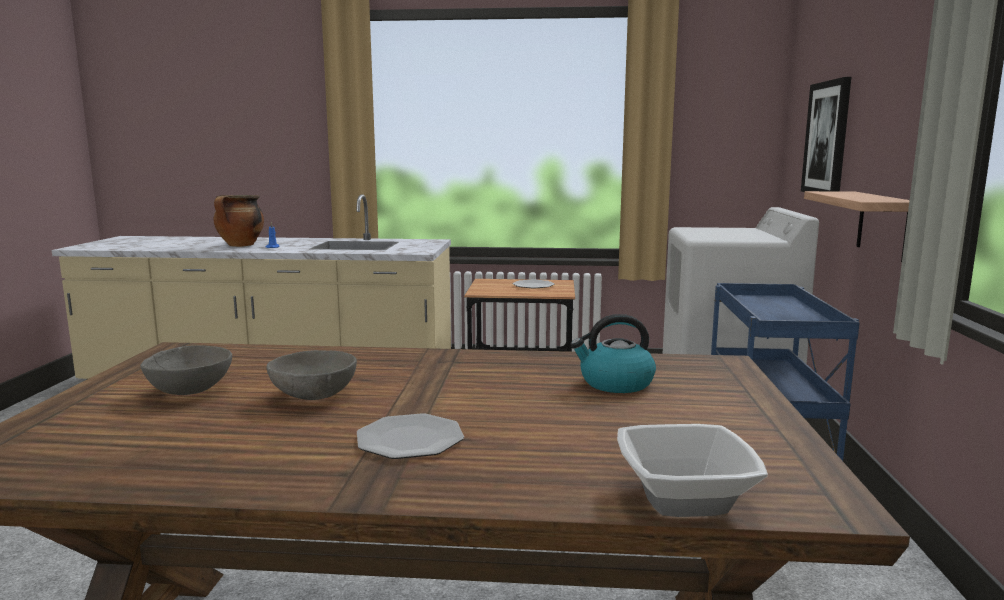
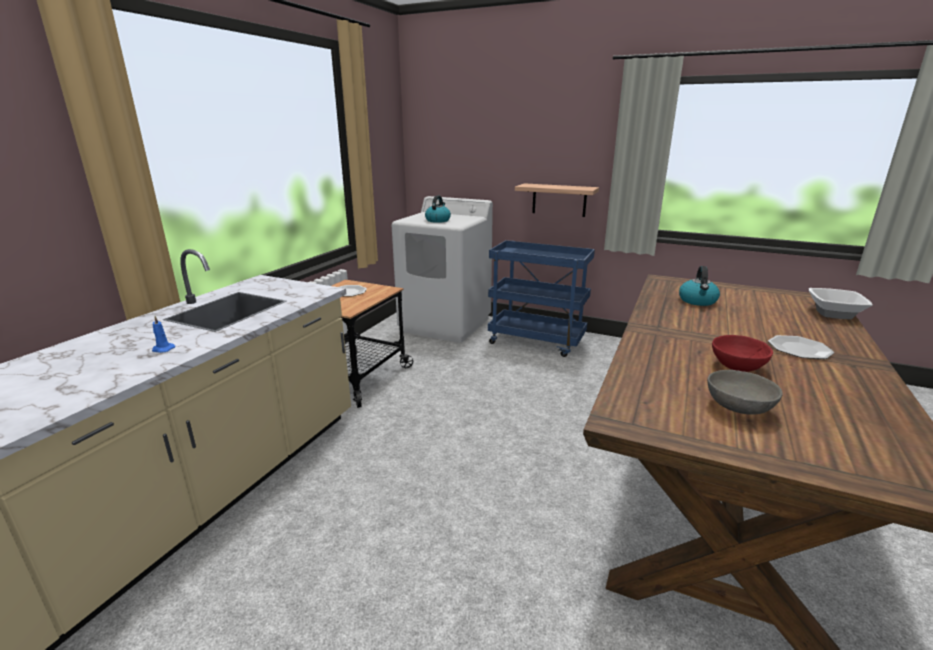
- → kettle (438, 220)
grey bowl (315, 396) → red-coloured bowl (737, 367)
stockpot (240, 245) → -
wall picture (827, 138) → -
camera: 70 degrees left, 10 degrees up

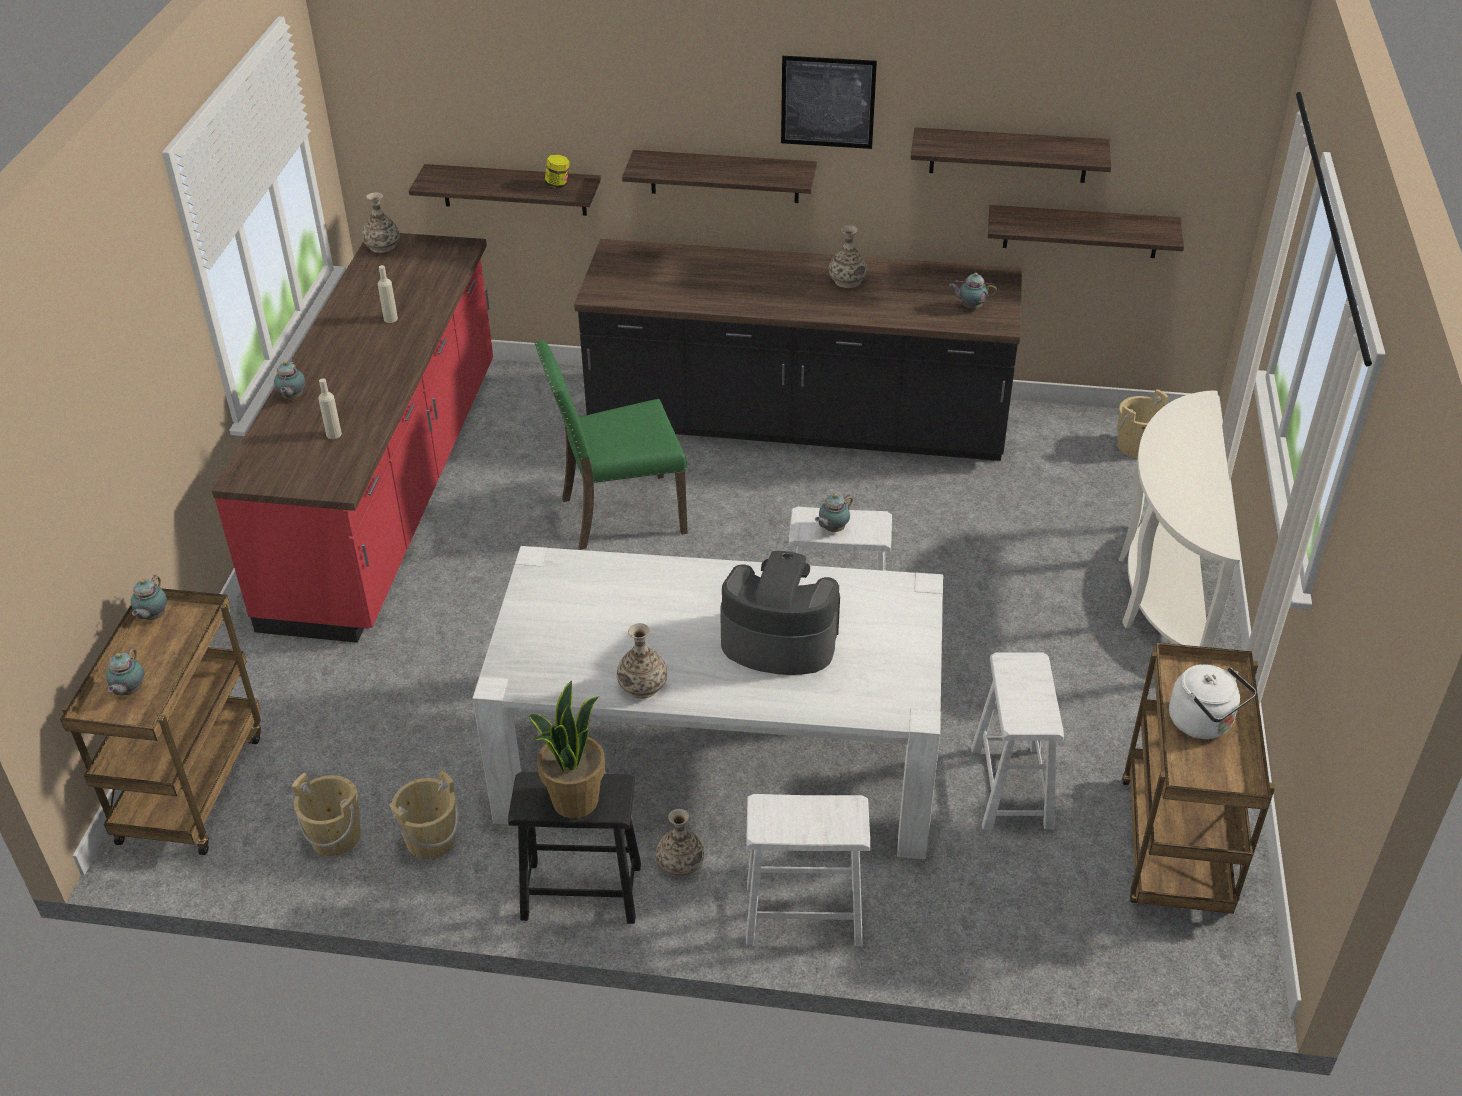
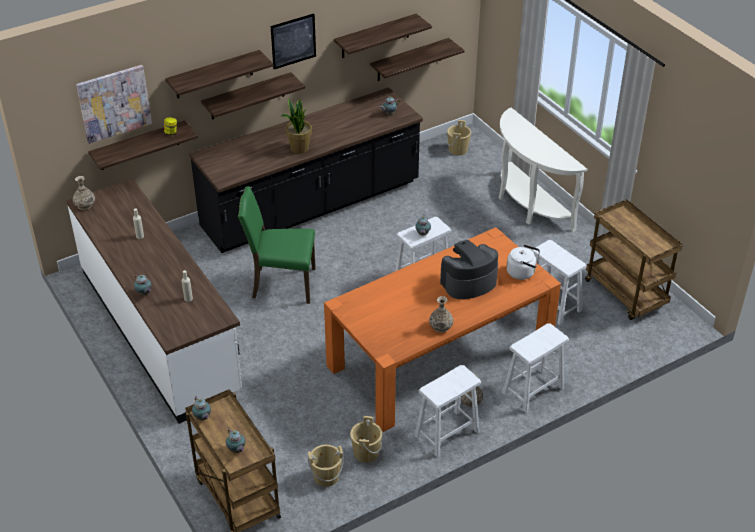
red-coloured counter (389, 491) → whitish counter (160, 330)
- → wall picture (114, 103)
- → bracket shelf (214, 74)
greenish upright chair (619, 514) → greenish upright chair (282, 284), 60 degrees clockwise
potted plant (574, 800) → potted plant (299, 148), moved
whitish dining table (719, 759) → orange-coloured dining table (440, 356)
blackish stool seat (581, 891) → whitish stool seat (447, 433)
whitish kettle (1204, 723) → whitish kettle (522, 272), moved
vase (847, 281) → -
camera: 40 degrees left, 0 degrees up

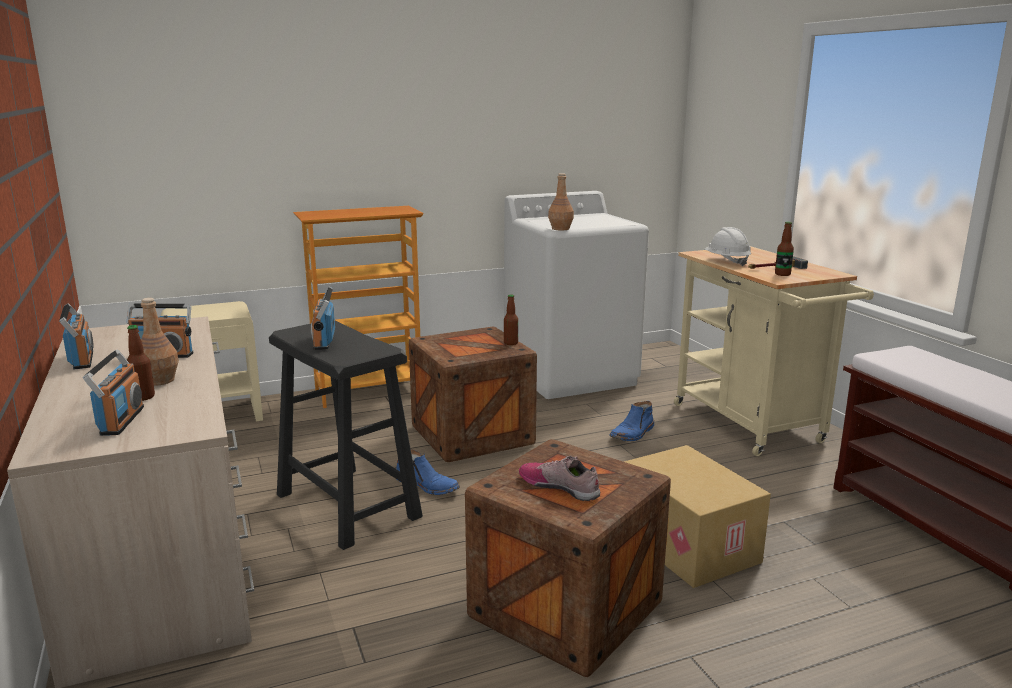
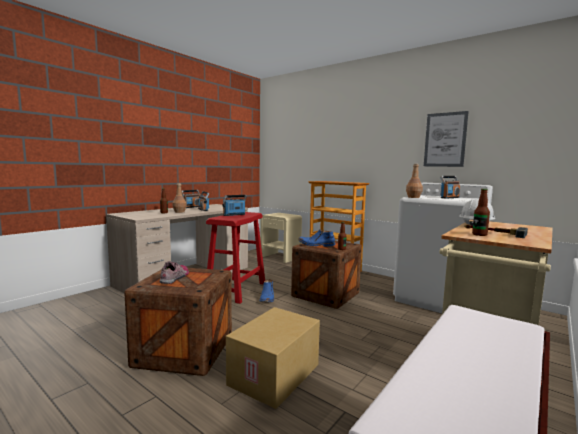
blackish stool seat (348, 506) → red-coloured stool seat (236, 290)
blue-coloured tall boot (633, 434) → blue-coloured tall boot (316, 245), moved
- → wall picture (445, 139)
radio set (121, 421) → radio set (449, 197), moved
camera: 60 degrees right, 10 degrees down

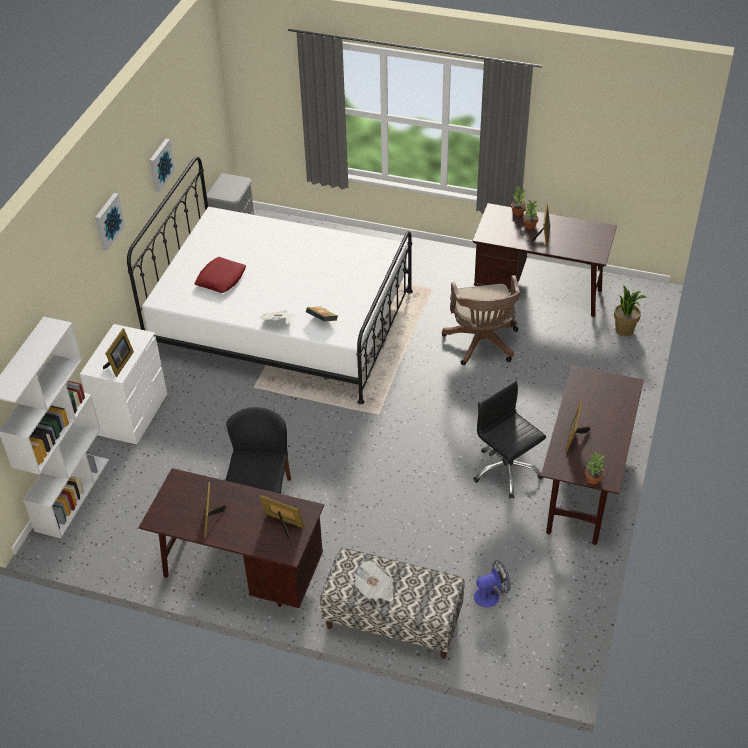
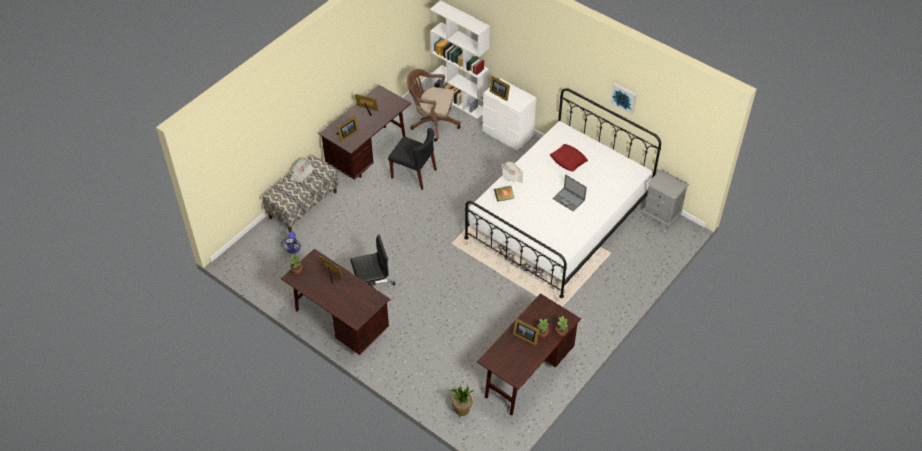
brownish office chair (482, 344) → brownish office chair (432, 123), moved
- → portable computer (569, 199)
wall picture (108, 221) → -
camera: 110 degrees right, 5 degrees up

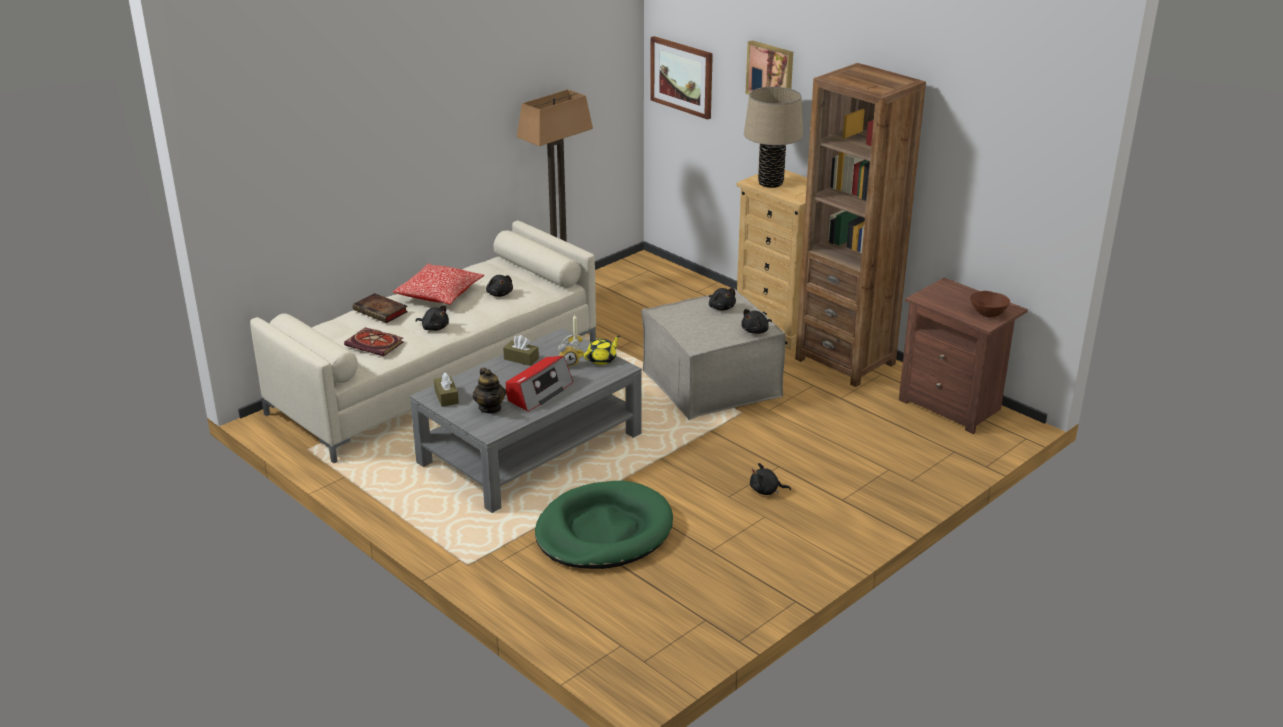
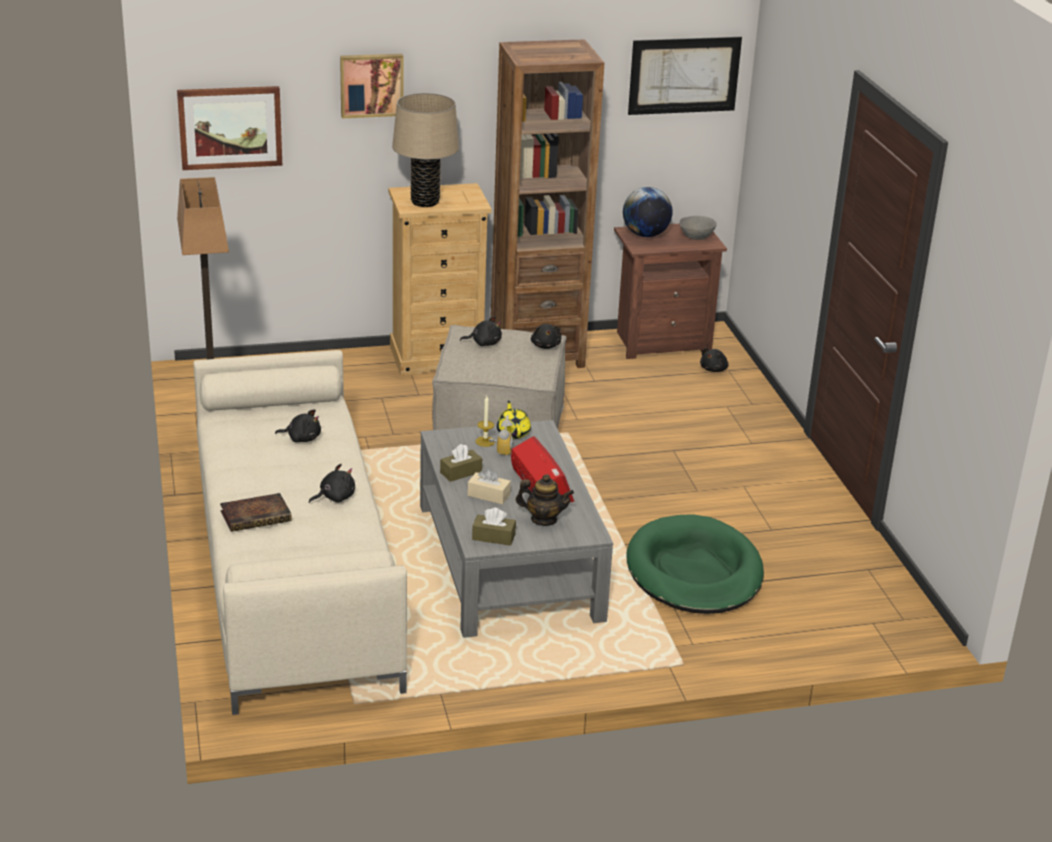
- → beige-coloured box of tissues (488, 495)
- → globe (645, 235)
- → wall picture (684, 75)
brownish bowl (988, 313) → grey bowl (696, 236)
blackish soft toy (766, 491) → blackish soft toy (714, 369), moved
bound book (376, 344) → -
throw pillow (439, 294) → -
camera: 60 degrees left, 0 degrees up

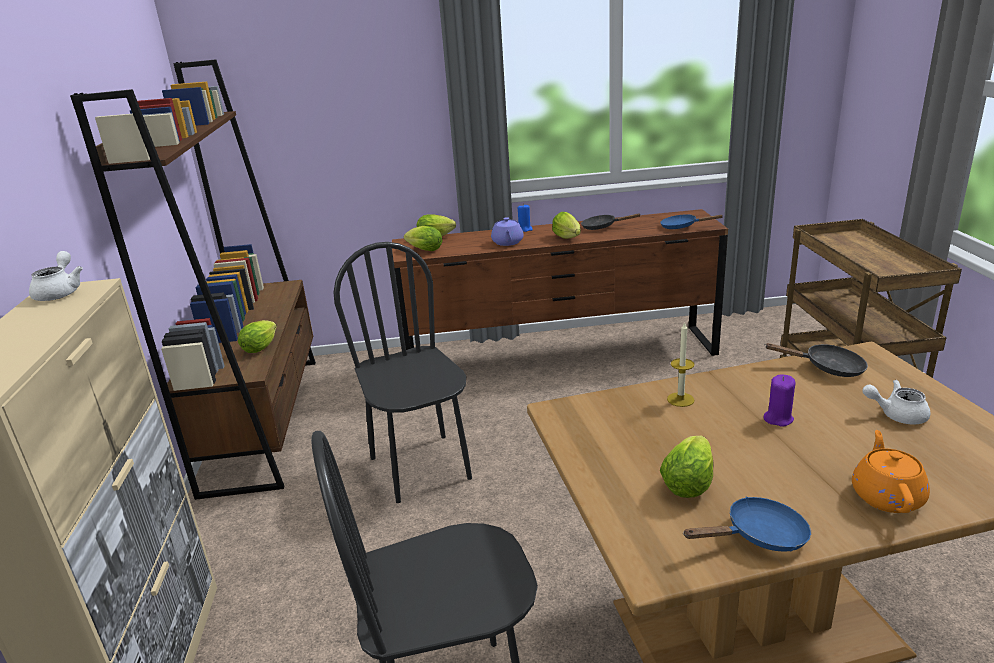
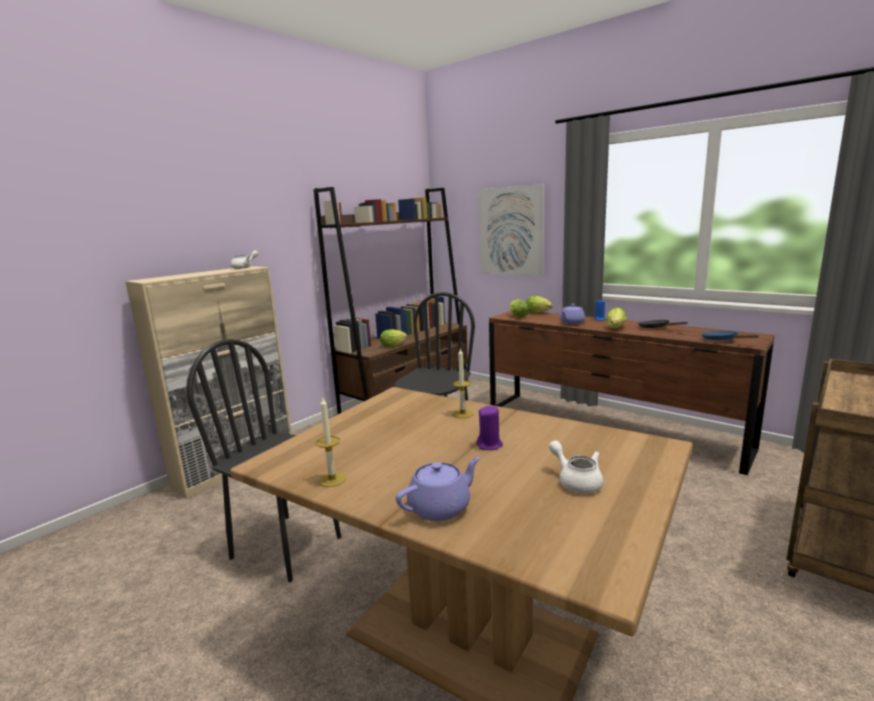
blue-coloured frying pan (759, 536) → candle (332, 479)
orange-coloured tea pot (886, 496) → purplish tea pot (441, 507)
- → wall picture (511, 231)
lettuce (689, 481) → -
blackish frying pan (827, 368) → -
camera: 45 degrees right, 10 degrees down

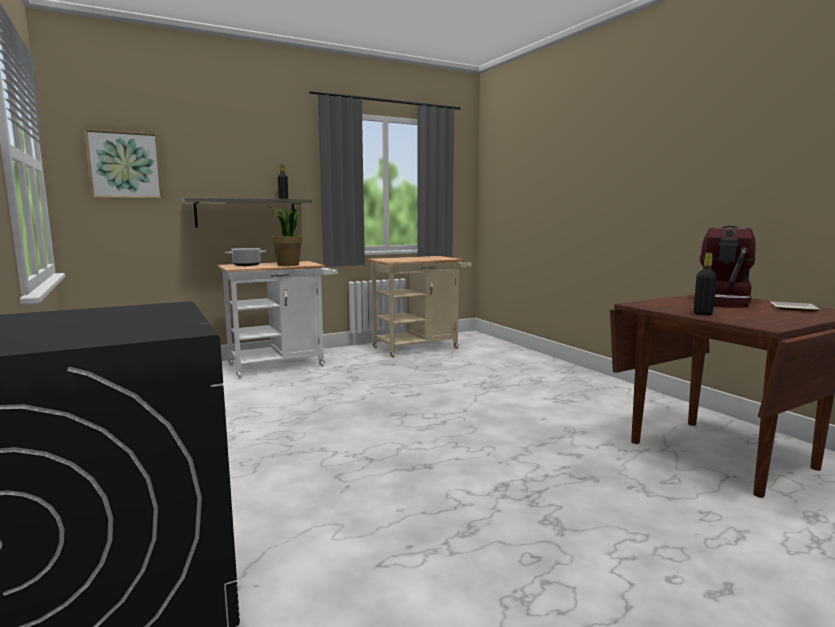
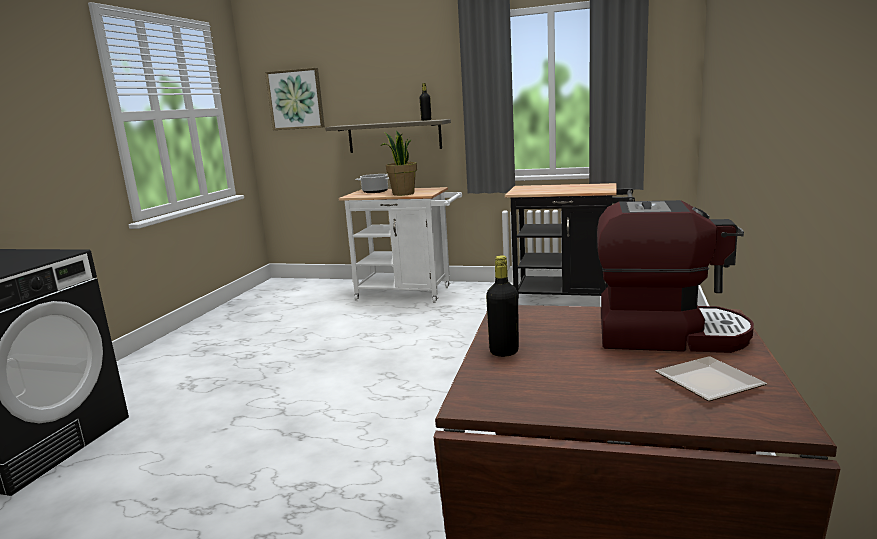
beige-coloured wheeled cart (420, 347) → blackish wheeled cart (570, 299)
coffee maker (723, 301) → coffee maker (667, 334), 150 degrees counterclockwise
camera: 45 degrees right, 5 degrees up

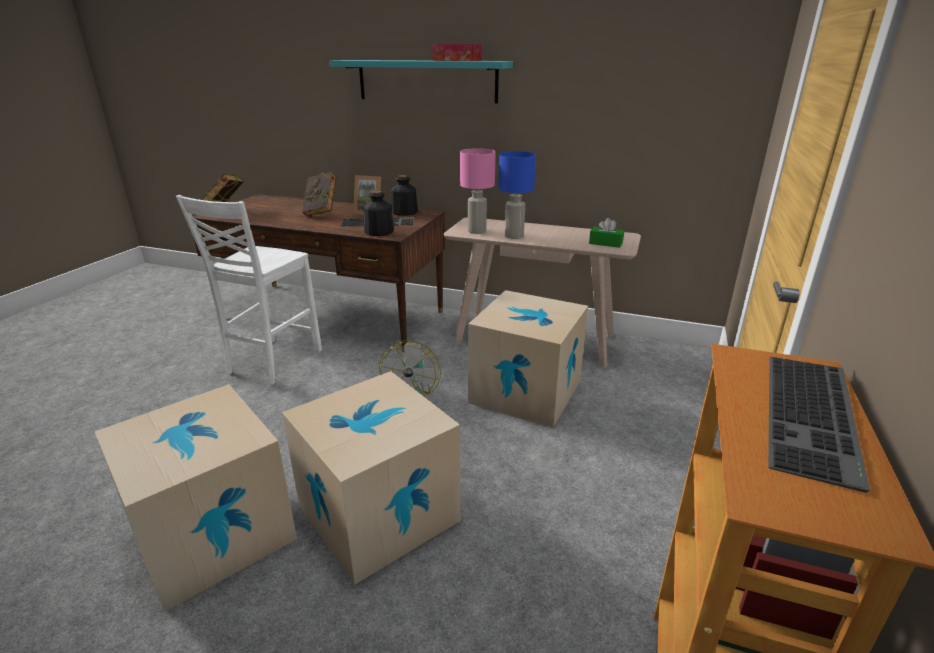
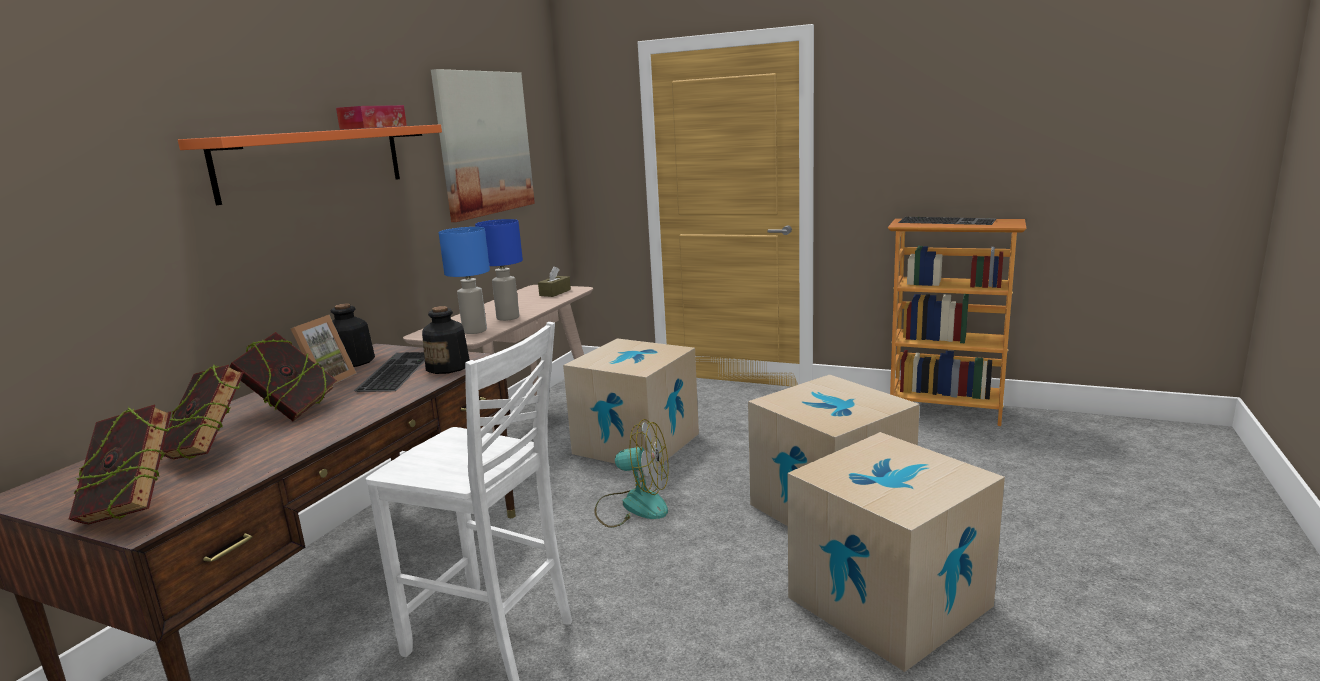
- → bound book (210, 452)
turquoise bracket shelf (426, 81) → orange-coloured bracket shelf (313, 161)
- → wall picture (484, 143)
pinkish tabletop lamp (477, 231) → blue-coloured tabletop lamp (475, 331)
greenish box of tissues (605, 243) → brownish box of tissues (555, 292)
camera: 85 degrees left, 10 degrees down

